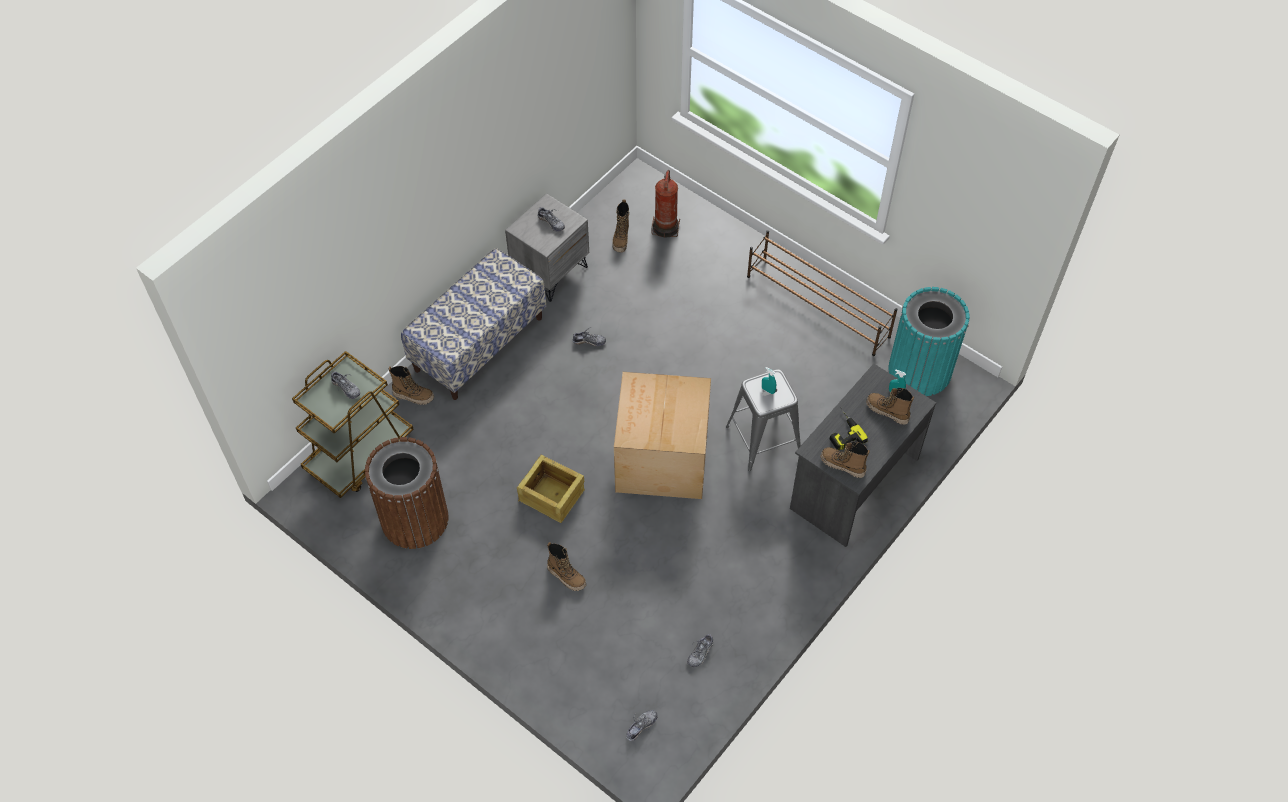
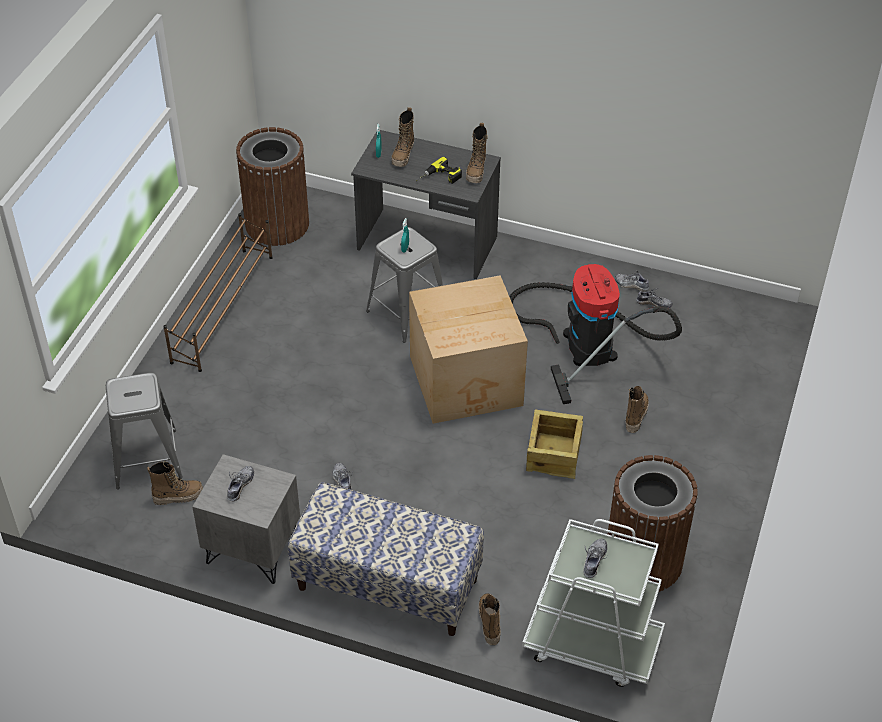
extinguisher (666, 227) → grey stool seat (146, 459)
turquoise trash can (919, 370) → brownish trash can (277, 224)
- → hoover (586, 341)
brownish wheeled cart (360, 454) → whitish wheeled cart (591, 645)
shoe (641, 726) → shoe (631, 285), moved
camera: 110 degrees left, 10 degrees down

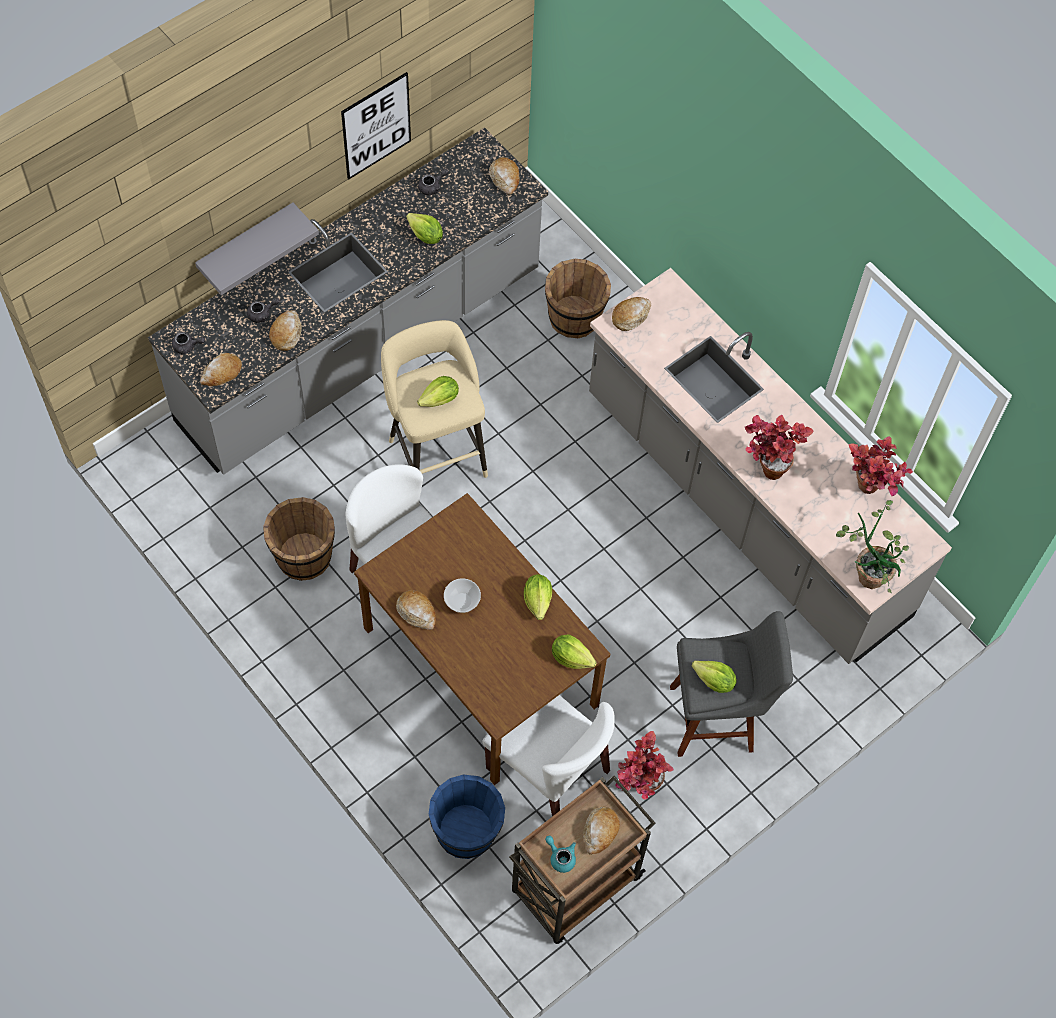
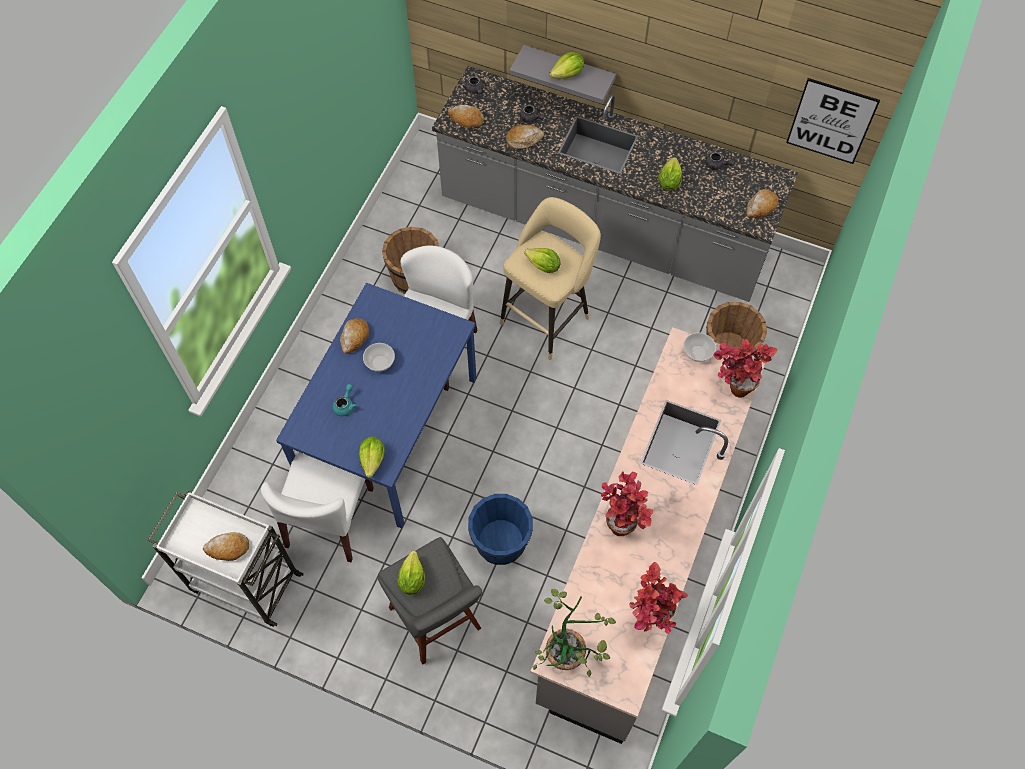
brownish wheeled cart (574, 886) → whitish wheeled cart (244, 581)
brownish dining table (478, 666) → blue-coloured dining table (389, 429)
turquoise tea pot (560, 857) → turquoise tea pot (345, 405), moved
blue-coloured bucket (466, 831) → blue-coloured bucket (501, 543), moved
lettuce (538, 600) → lettuce (568, 74), moved
bread (631, 316) → bowl (698, 353)
potted plant (638, 786) → potted plant (733, 385), moved
wall picture (376, 126) → wall picture (831, 121), moved
camera: 65 degrees right, 0 degrees up

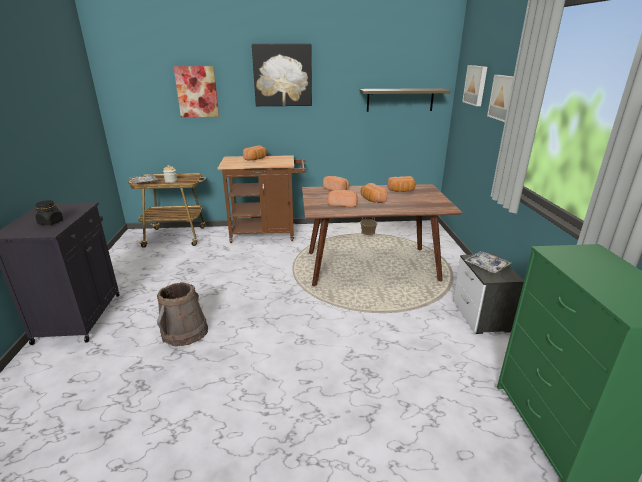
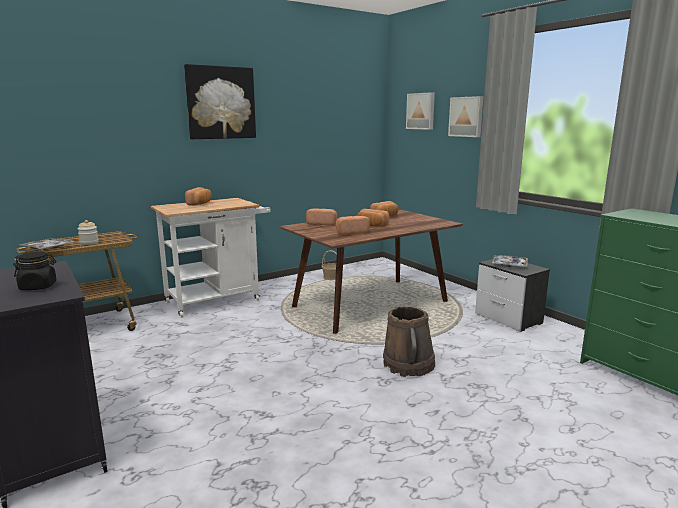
brownish wheeled cart (267, 234) → whitish wheeled cart (218, 300)
brownish bucket (185, 332) → brownish bucket (408, 364), moved
wall picture (197, 92) → -
bracket shelf (400, 100) → -
camera: 30 degrees left, 10 degrees down

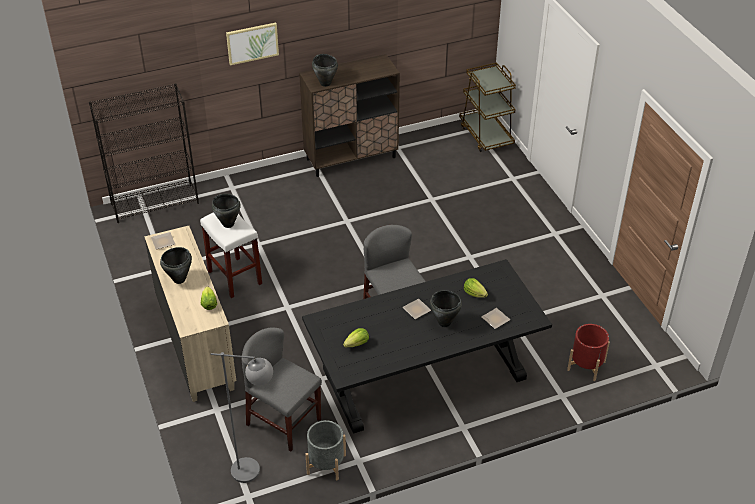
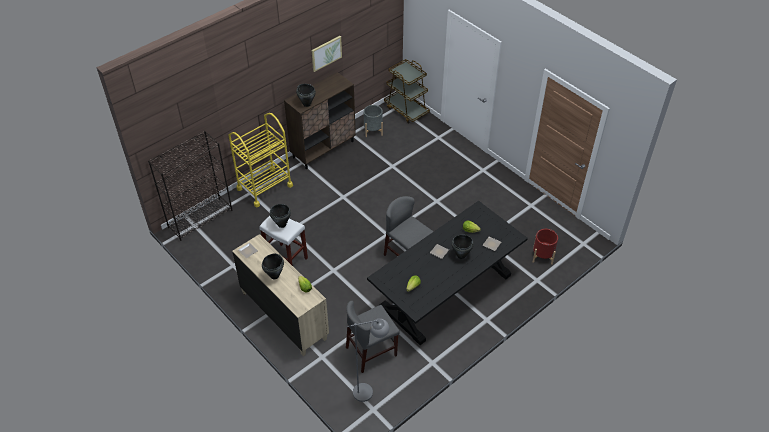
- → yellowish wheeled cart (264, 187)
wall picture (252, 43) → wall picture (326, 53), moved
grey upright chair (284, 422) → grey upright chair (371, 351), 45 degrees counterclockwise
grey planter (326, 464) → grey planter (373, 130), moved
camera: 20 degrees left, 5 degrees up

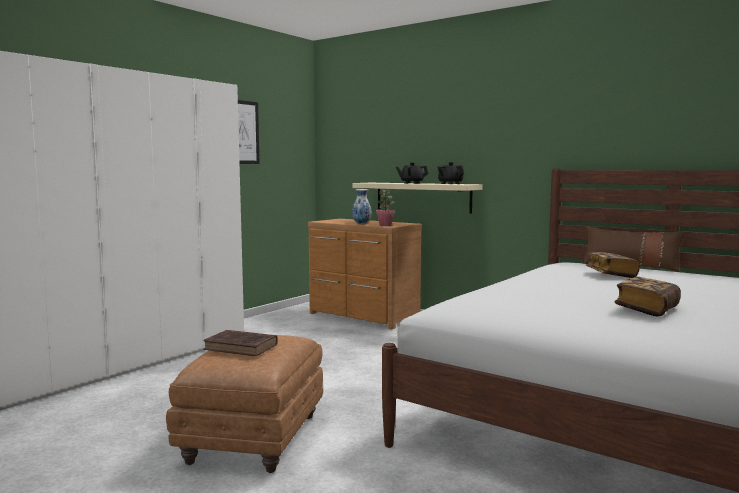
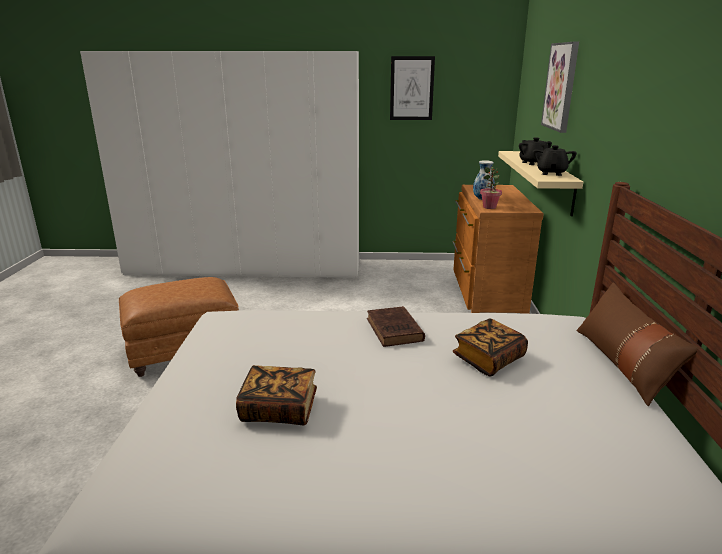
brownish bound book (242, 347) → brownish bound book (395, 331), moved
- → wall picture (561, 86)
camera: 55 degrees right, 15 degrees up

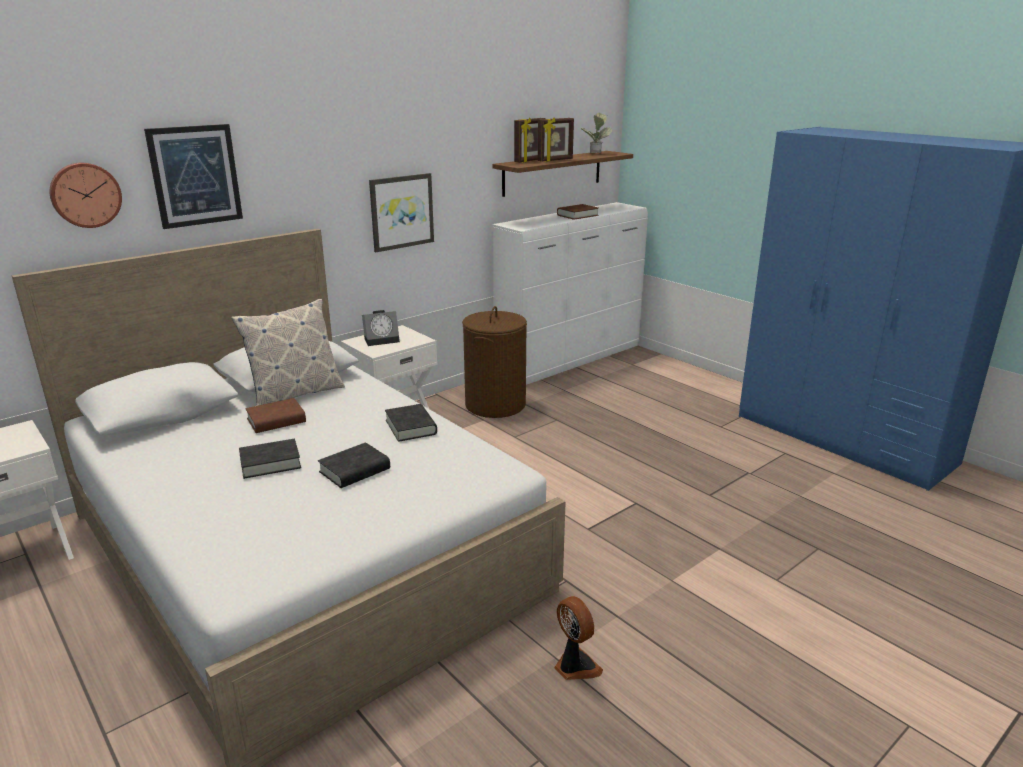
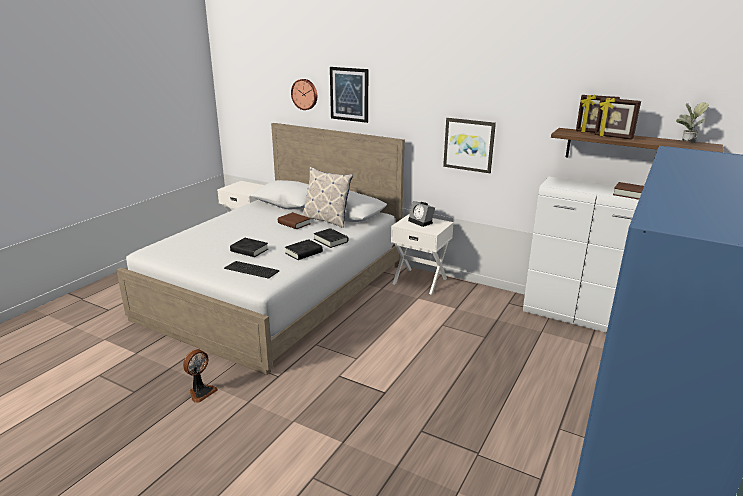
- → computer keyboard (252, 270)
blackish bound book (270, 463) → blackish bound book (331, 240), moved
brownish washing basket (495, 405) → -
camera: 70 degrees right, 0 degrees up

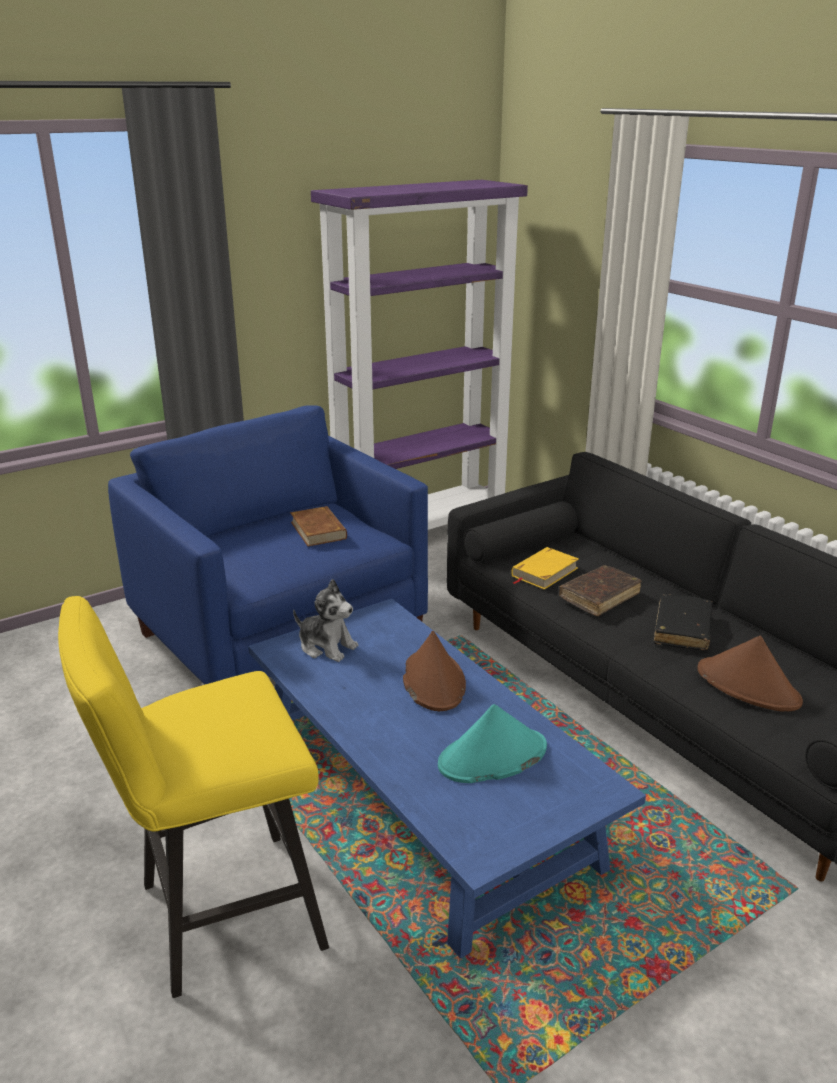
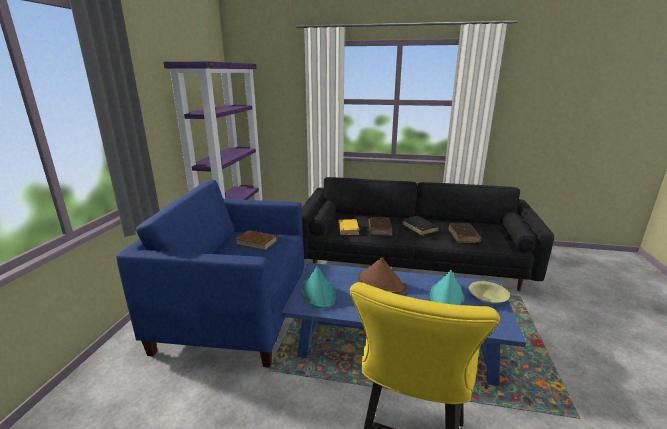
soft toy (327, 646) → turquoise hat (318, 293)
brownish hat (748, 686) → brownish bound book (463, 236)
- → yellowish bowl (487, 297)
camera: 45 degrees left, 5 degrees down

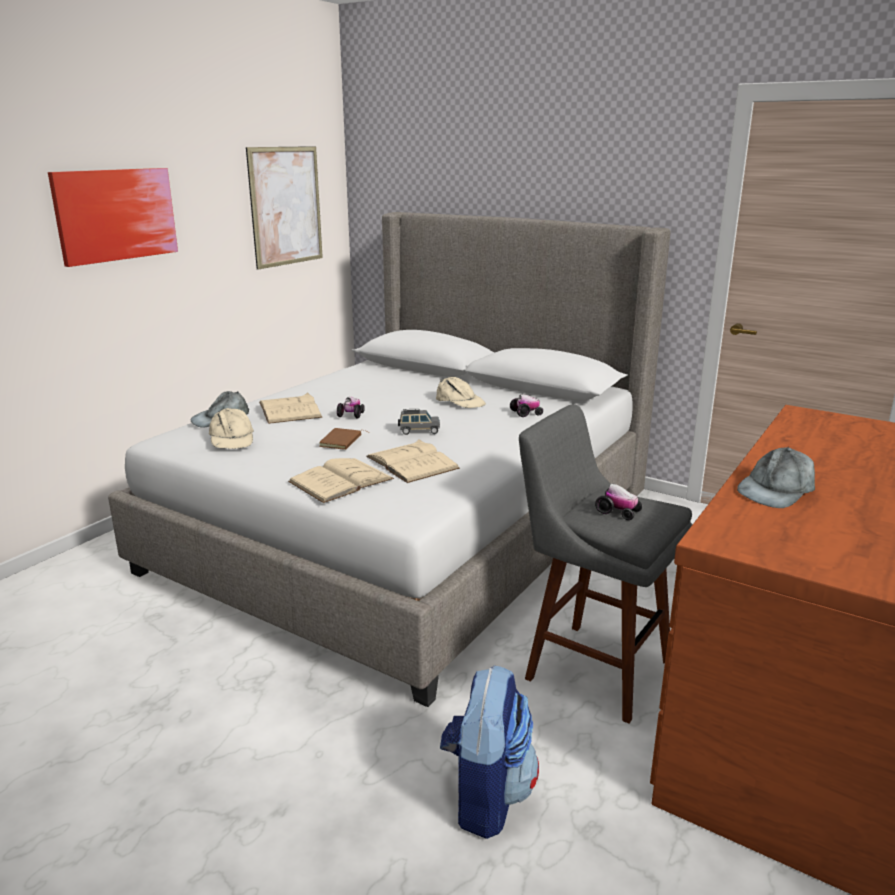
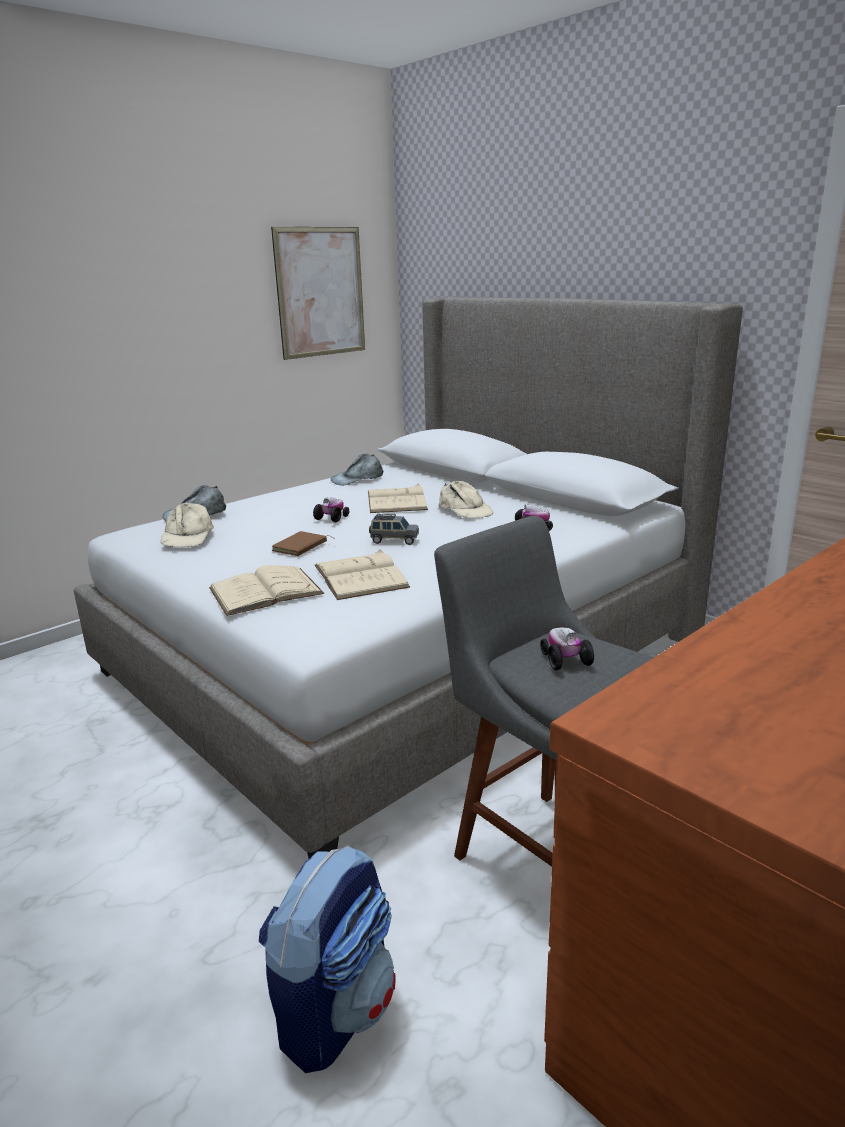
grey peaked cap (776, 489) → grey peaked cap (357, 479), moved
beige-coloured bound book (290, 410) → beige-coloured bound book (396, 500), moved
toy car (618, 512) → toy car (564, 660), 150 degrees counterclockwise
wall picture (116, 215) → -
camera: 15 degrees right, 0 degrees up

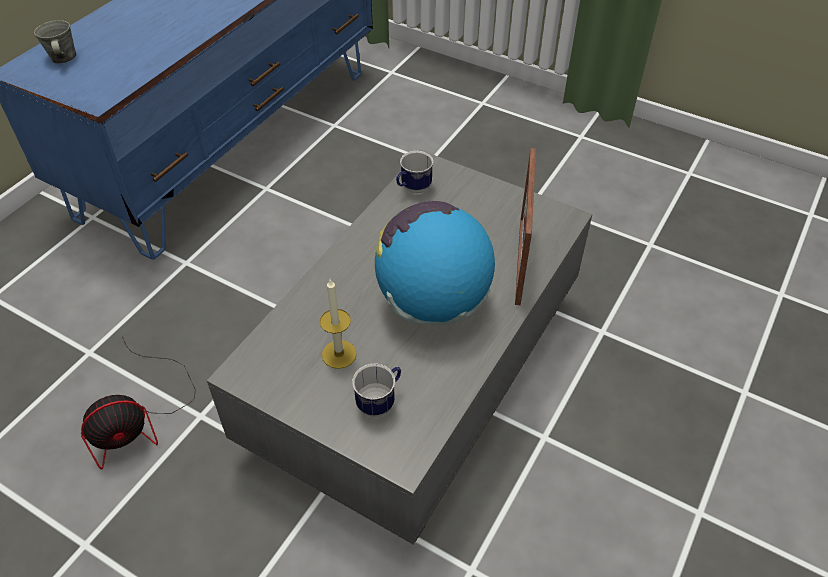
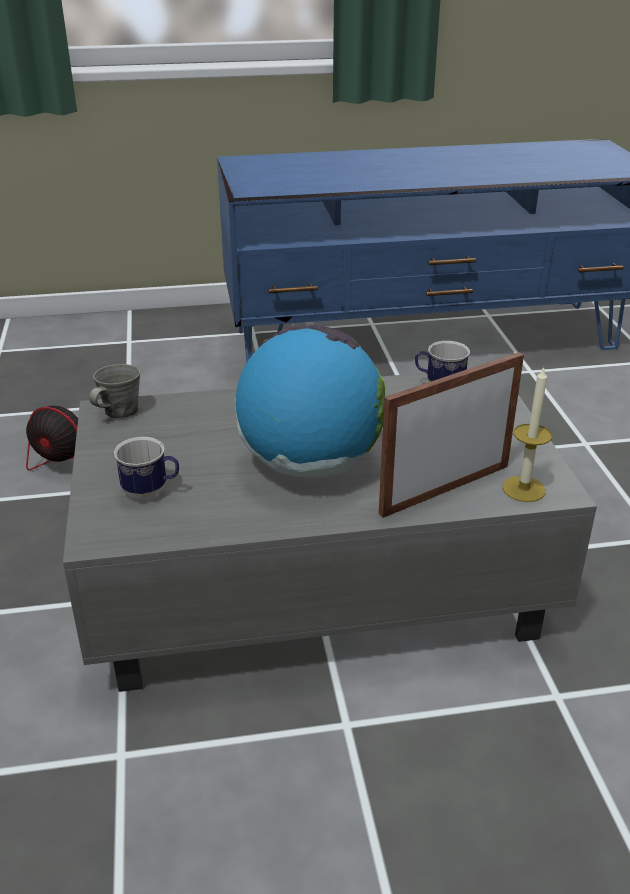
grey coffee mug (63, 58) → grey coffee mug (119, 412), moved
candle (339, 354) → candle (523, 489), moved
camera: 50 degrees right, 15 degrees down

